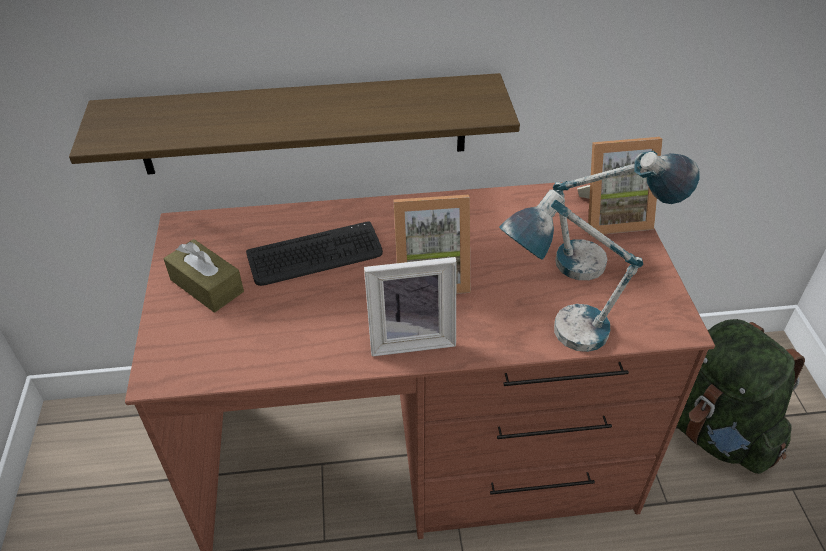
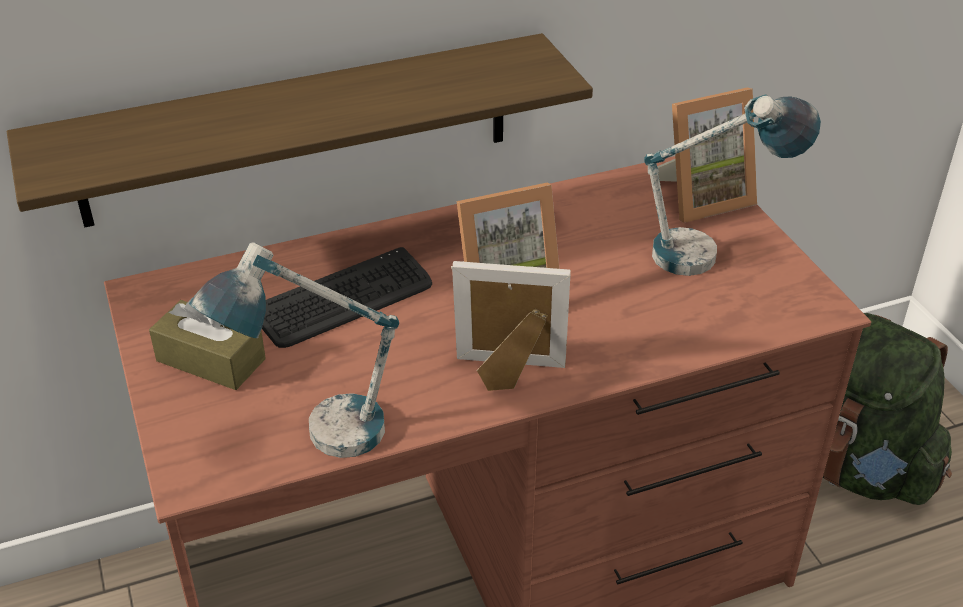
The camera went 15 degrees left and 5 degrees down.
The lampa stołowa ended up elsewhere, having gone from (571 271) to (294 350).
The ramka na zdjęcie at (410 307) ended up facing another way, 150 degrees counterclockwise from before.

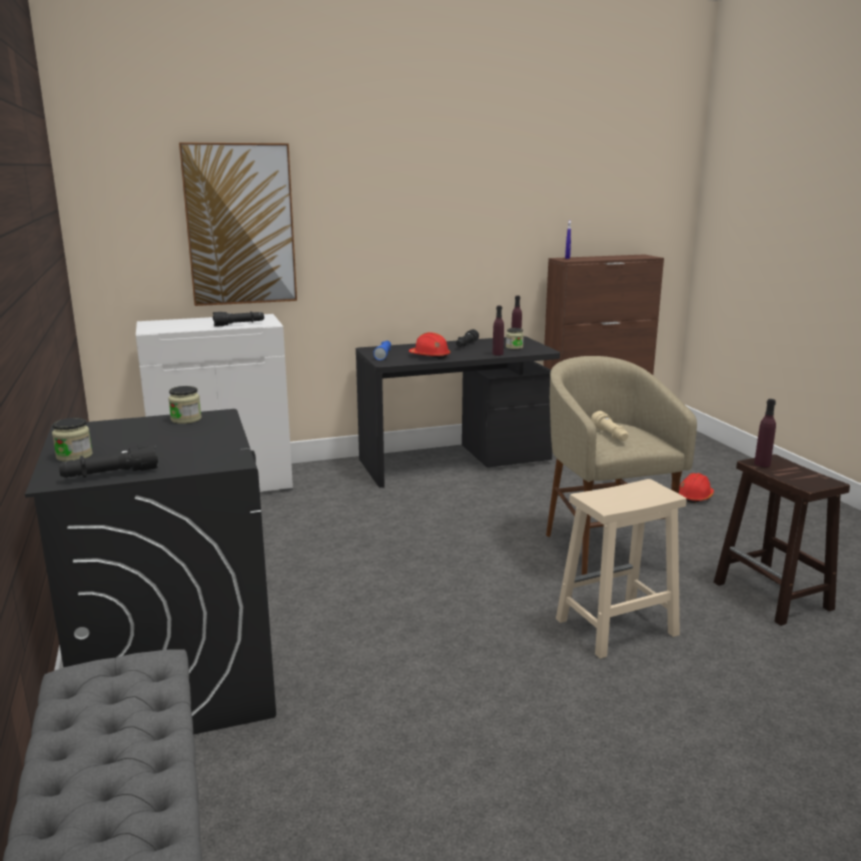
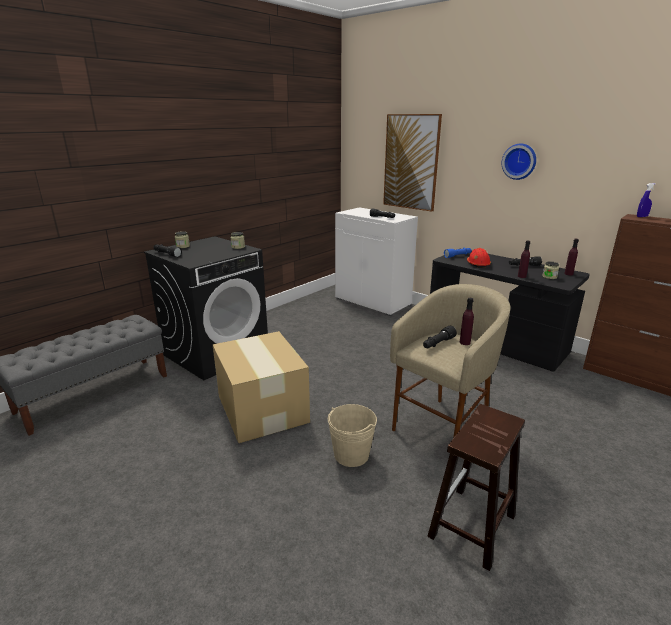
The camera went 60 degrees right and 5 degrees up.
The second view lost the kask/czerwony at (696 488).
The second view gained the karton at (261 387).
The second view gained the zegar ścienny at (519 161).
The butelka/fioletowy ended up elsewhere, having gone from (765 433) to (467 321).
Where the stołek/beżowy stood at (621 569), the wiadro/beżowy came to stand at (352 435).
What was the latarka/beżowy at (609 426) turned into the latarka/czarny at (440 337).

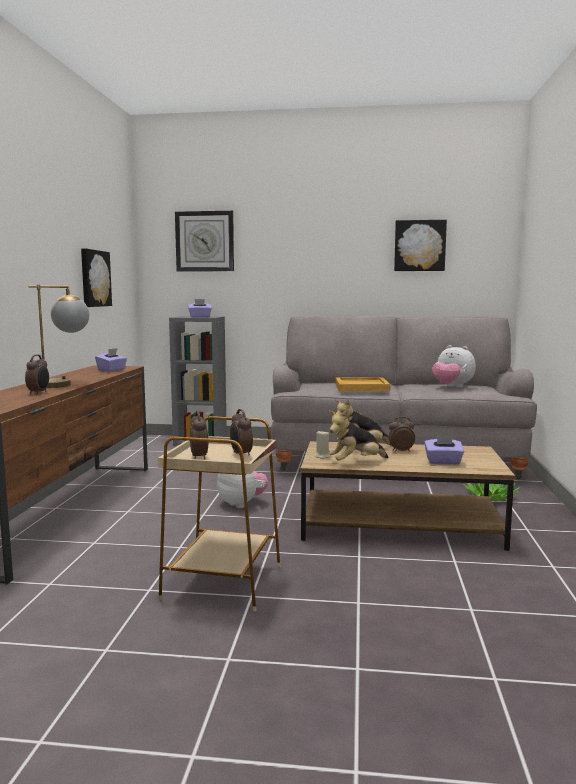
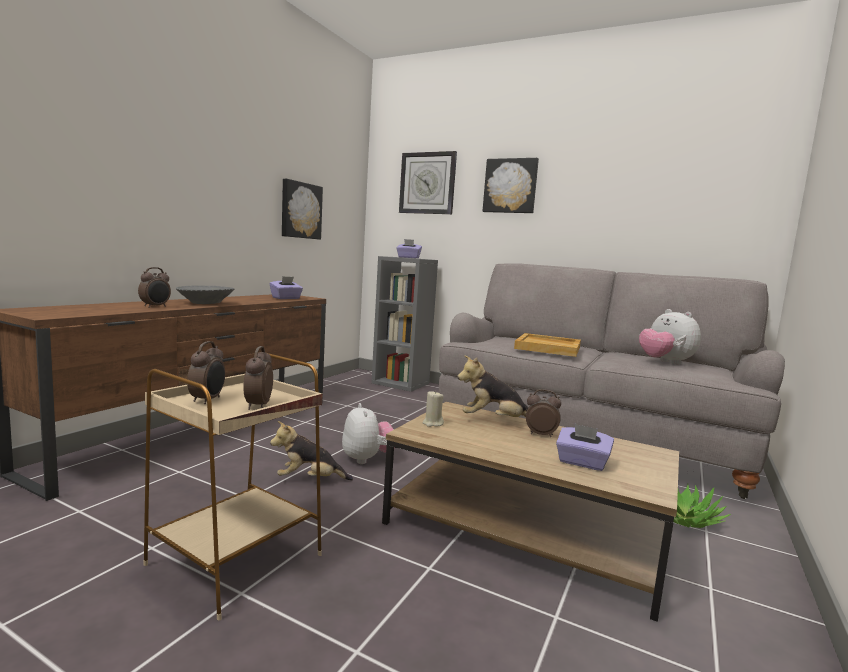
The camera went 20 degrees right and 0 degrees up.
The pluszak ended up elsewhere, having gone from (358 436) to (311 450).
The obraz ended up elsewhere, having gone from (420 245) to (511 185).
Where the lampa stołowa stood at (59 336), the miska/szary came to stand at (205 294).

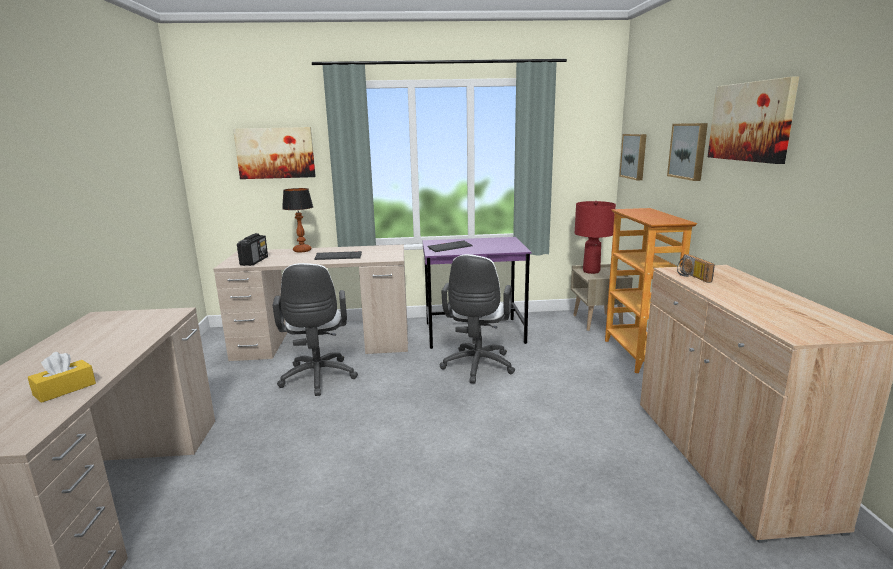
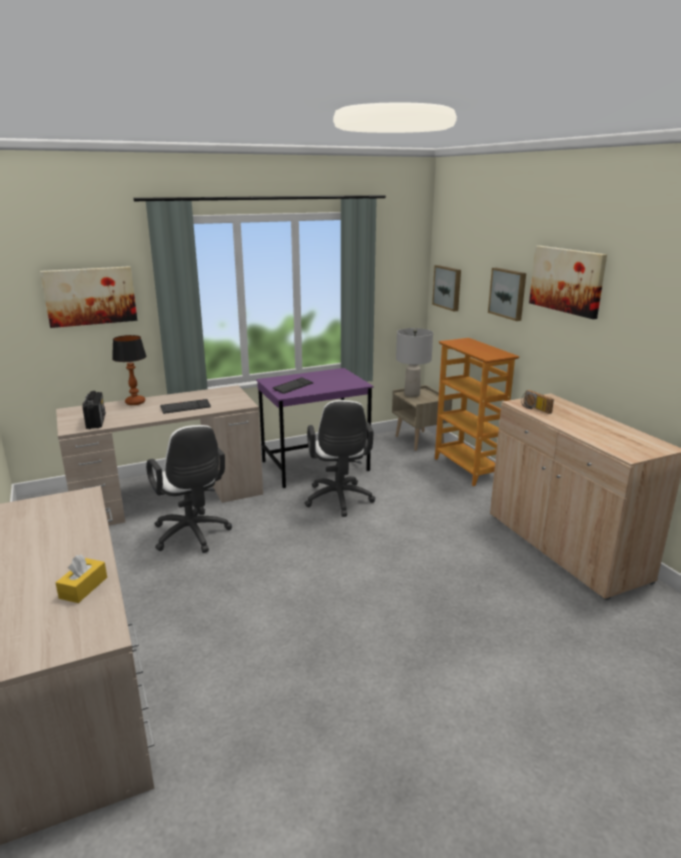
The camera went 20 degrees left and 5 degrees up.
What was the lampa stołowa/czerwony at (595 237) turned into the lampa stołowa/szary at (414 362).

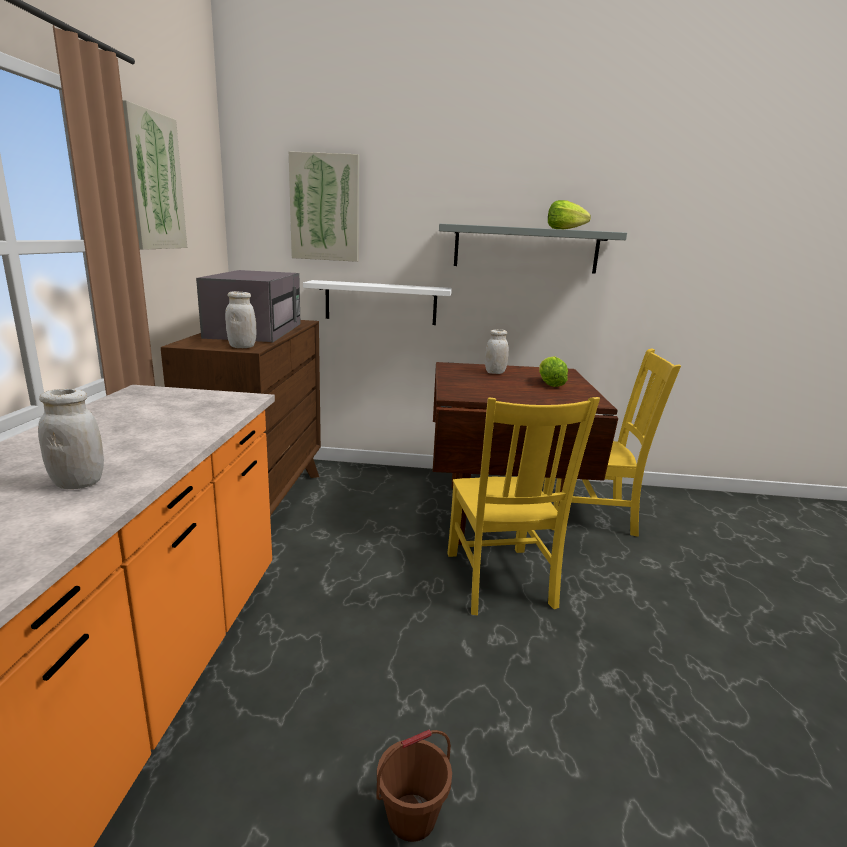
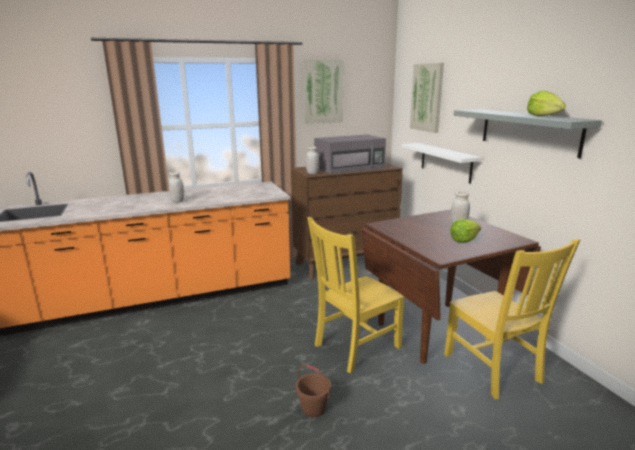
The camera went 65 degrees right and 0 degrees up.
The wiadro/brązowy ended up elsewhere, having gone from (414 786) to (313 391).

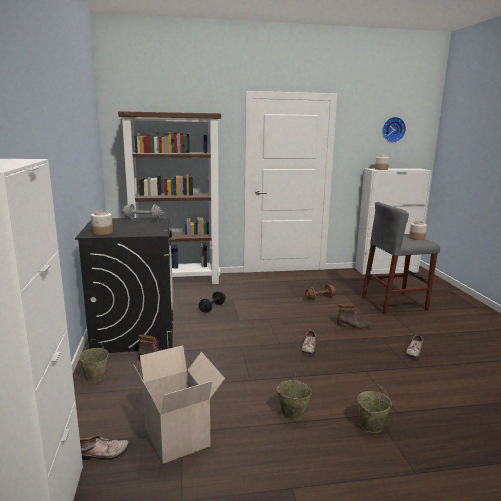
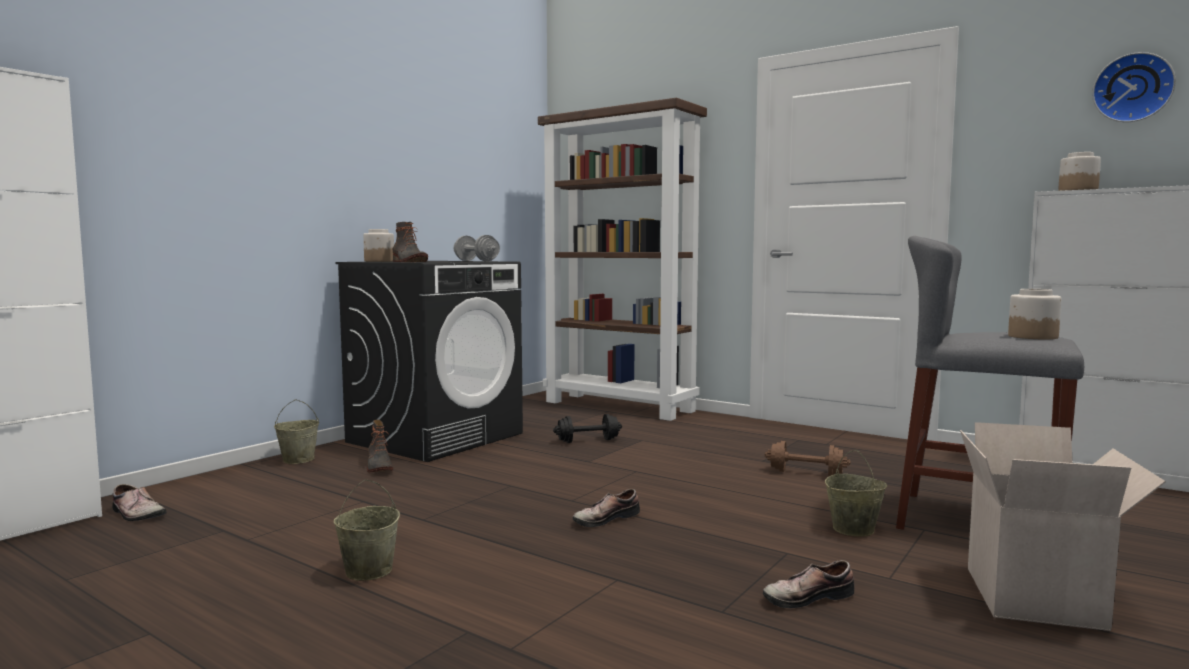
The camera went 45 degrees right and 10 degrees down.
The karton ended up elsewhere, having gone from (179 404) to (1063 526).
The but z cholewką ended up elsewhere, having gone from (354 316) to (410 242).
The wiadro/beżowy ended up elsewhere, having gone from (374 408) to (856 493).

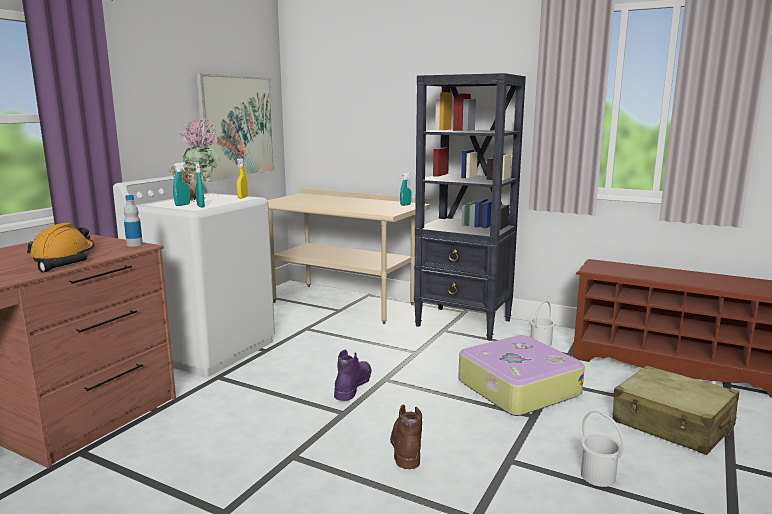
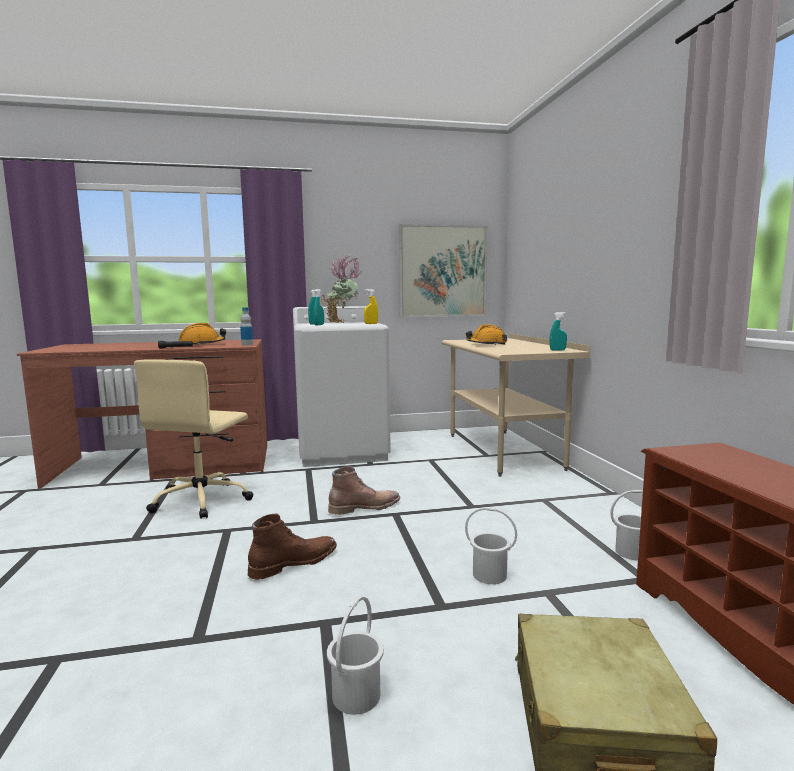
The camera went 50 degrees right and 5 degrees down.
The second view lost the regał/czarny at (470 207).
The second view gained the krzesło biurowe/beżowy at (193 439).
The second view gained the kask/pomarańczowy at (486 334).
Where the walizka stood at (521 375), the wiadro/biały came to stand at (491 545).
What was the but z cholewką/fioletowy at (353 375) turned into the but z cholewką/brązowy at (364 490).

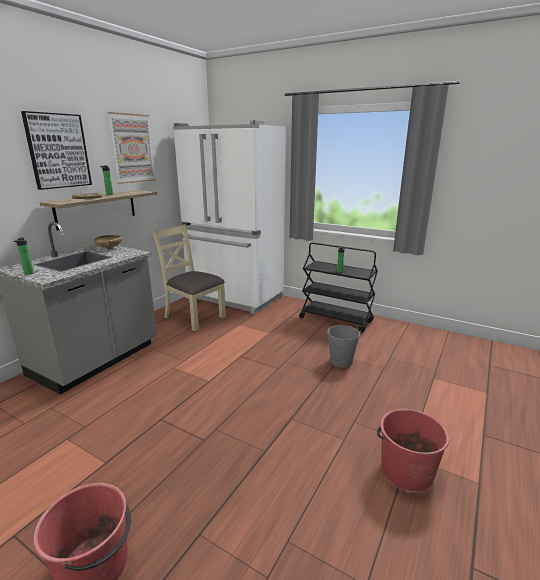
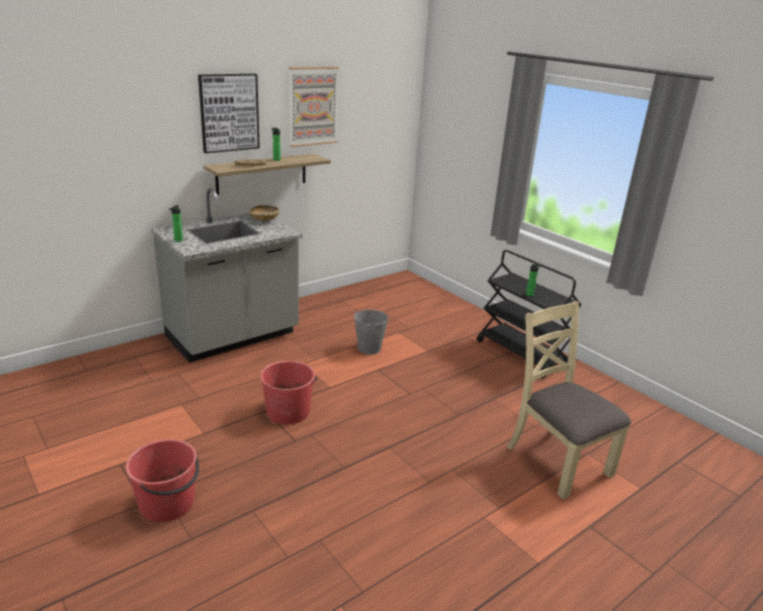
The camera went 20 degrees right and 5 degrees up.
The second view lost the lodówka/biały at (229 217).
The krzesło/beżowy ended up elsewhere, having gone from (189 277) to (569 400).
The wiadro/szary ended up elsewhere, having gone from (343 346) to (371 332).
The wiadro/czerwony ended up elsewhere, having gone from (413 450) to (289 392).

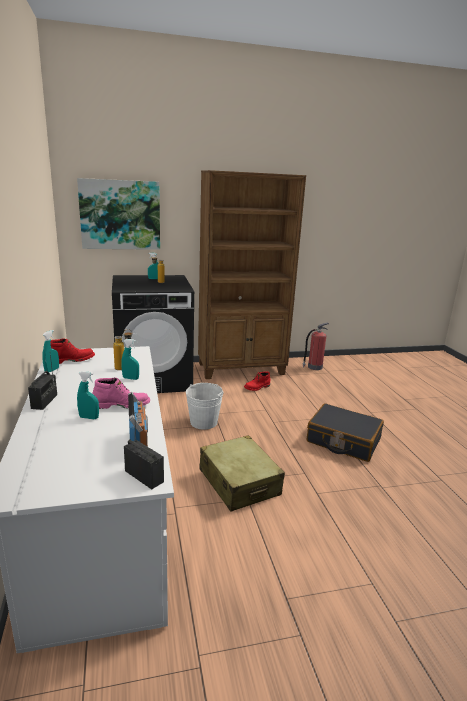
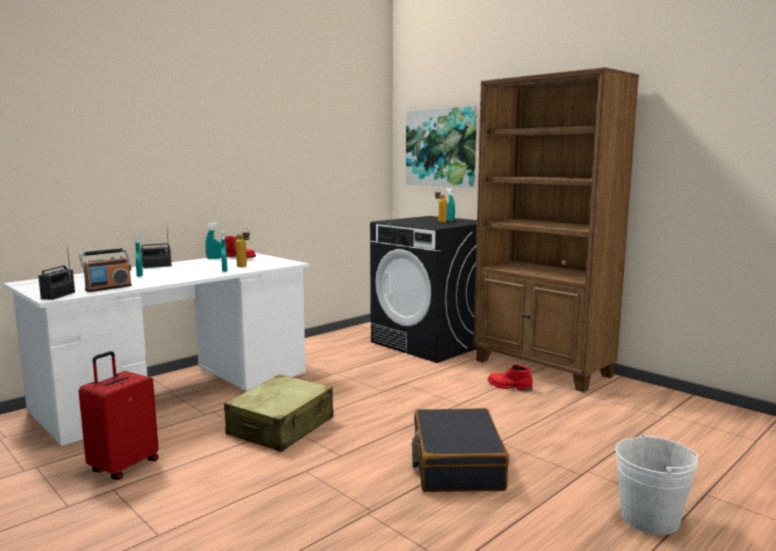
The camera went 60 degrees right and 10 degrees down.
The second view lost the but z cholewką/różowy at (121 393).
The second view lost the gaśnica at (316 346).
The second view gained the walizka/czerwony at (119 415).
The wiadro/biały ended up elsewhere, having gone from (204 406) to (656 484).

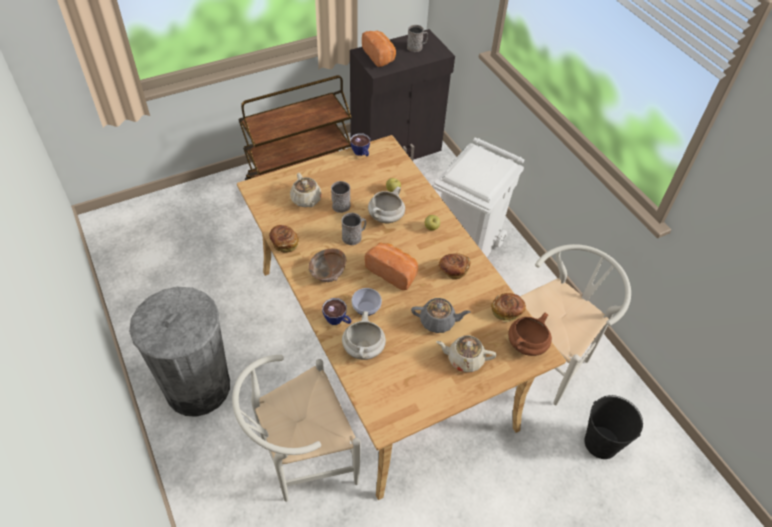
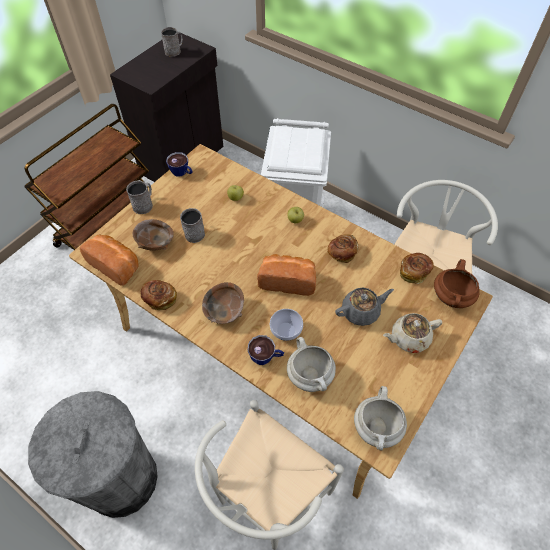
The camera went 25 degrees left and 5 degrees up.
The second view lost the wiadro/czarny at (613 427).
The kubek/szary ended up elsewhere, having gone from (354 229) to (139 197).
The chleb ended up elsewhere, having gone from (379 49) to (109 260).
The garnek/biały ended up elsewhere, having gone from (386 205) to (380 418).
Where the imbryk/beżowy stood at (306 190), the miska/brązowy came to stand at (153 235).

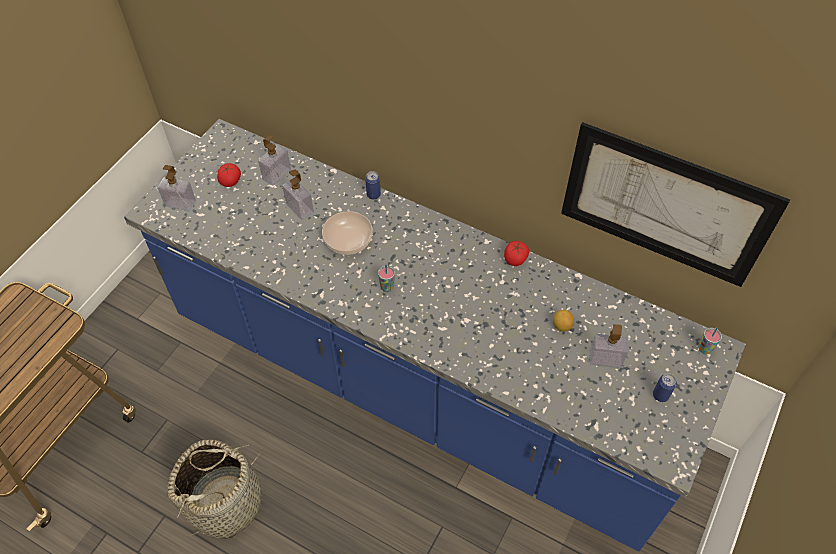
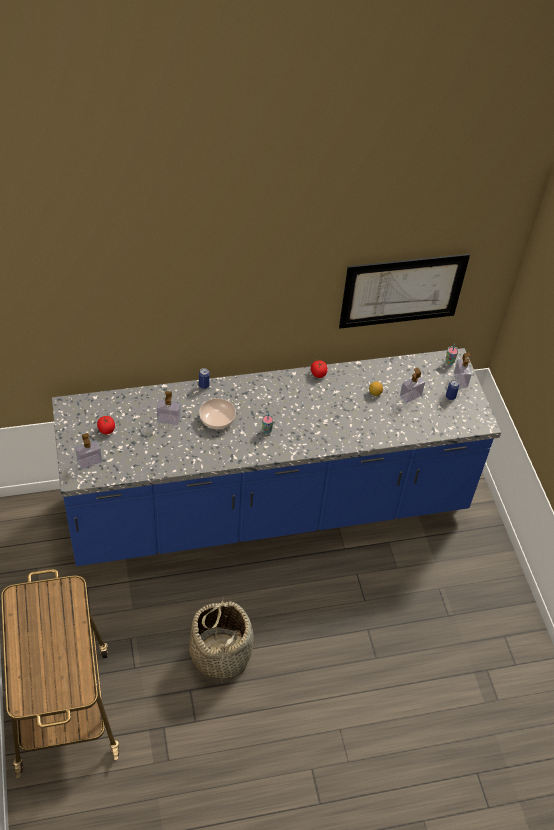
The camera went 45 degrees left and 5 degrees down.
The dozownik mydła ended up elsewhere, having gone from (274 160) to (463 370).

